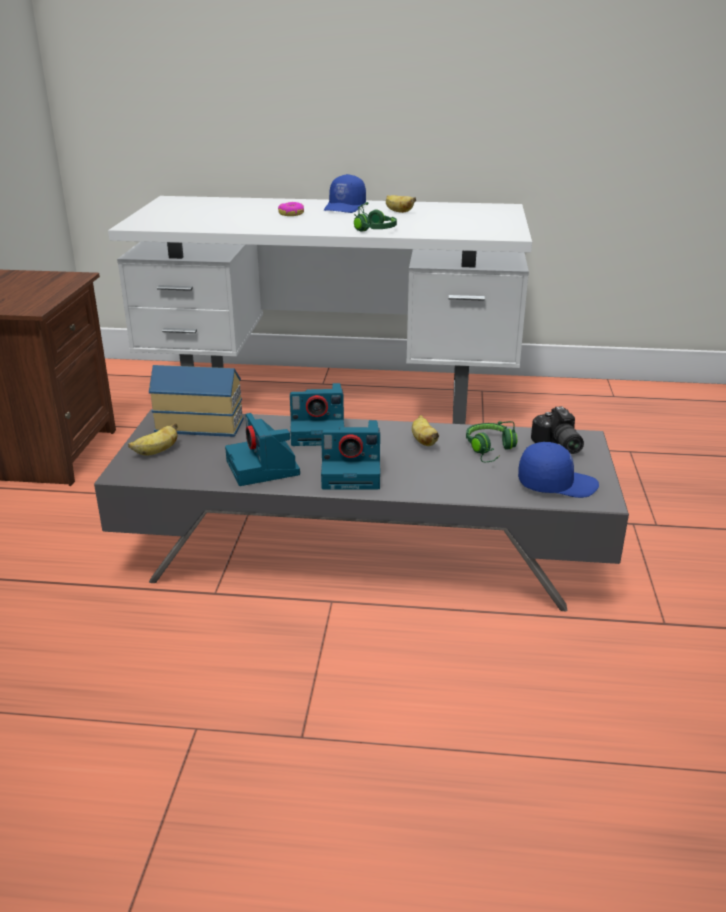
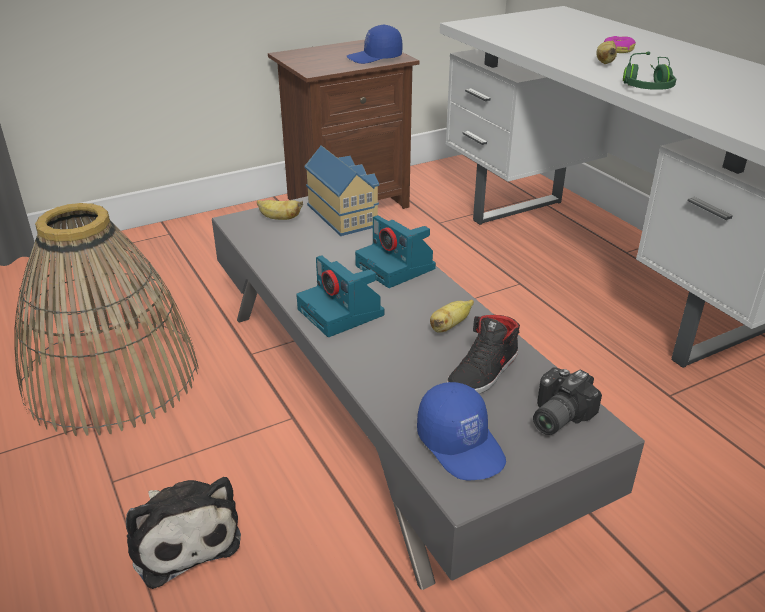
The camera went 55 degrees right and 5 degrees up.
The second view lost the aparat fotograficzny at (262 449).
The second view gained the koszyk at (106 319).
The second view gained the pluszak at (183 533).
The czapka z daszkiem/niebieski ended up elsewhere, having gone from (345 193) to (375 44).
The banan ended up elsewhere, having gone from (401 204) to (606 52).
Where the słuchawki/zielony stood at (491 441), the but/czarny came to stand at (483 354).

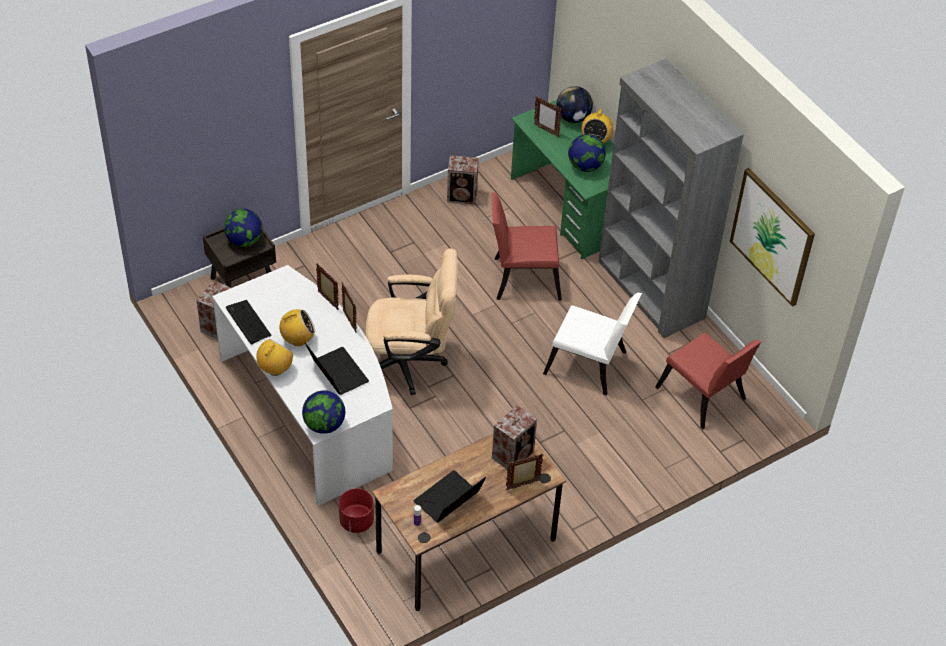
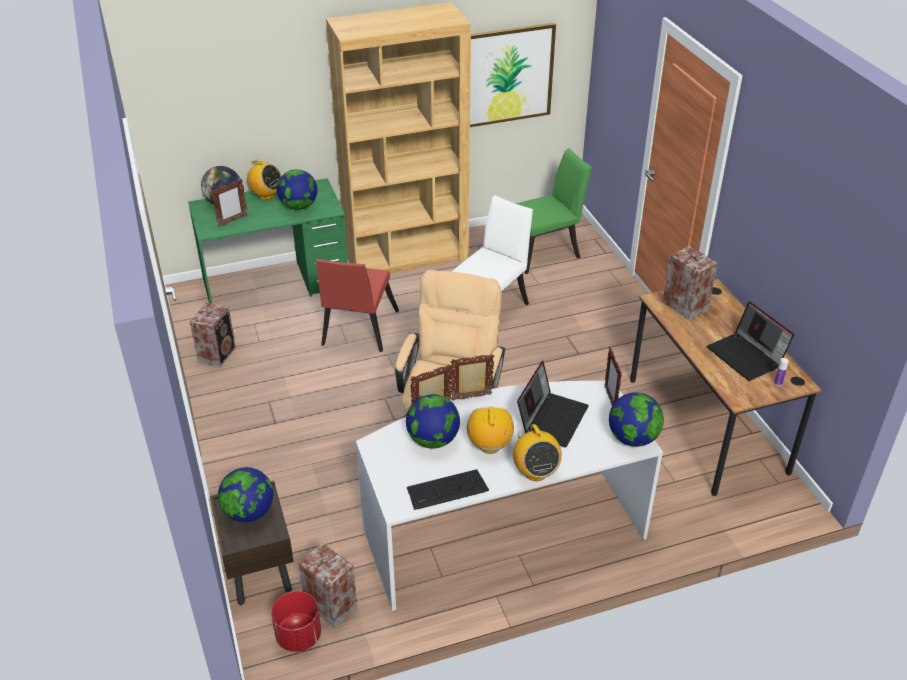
The camera went 75 degrees left and 10 degrees down.
The second view gained the globus at (433 421).
The donica/czerwony ended up elsewhere, having gone from (356 510) to (296 621).
The ramka na zdjęcie ended up elsewhere, having gone from (524 472) to (613 376).
What was the regał/szary at (671 198) turned into the regał/brązowy at (398 138).
What was the krzesło/czerwony at (708 381) turned into the krzesło/zielony at (554 211).
The radio at (274 357) ended up facing another way, 150 degrees counterclockwise from before.
The laptop at (337 368) ended up facing another way, 135 degrees clockwise from before.

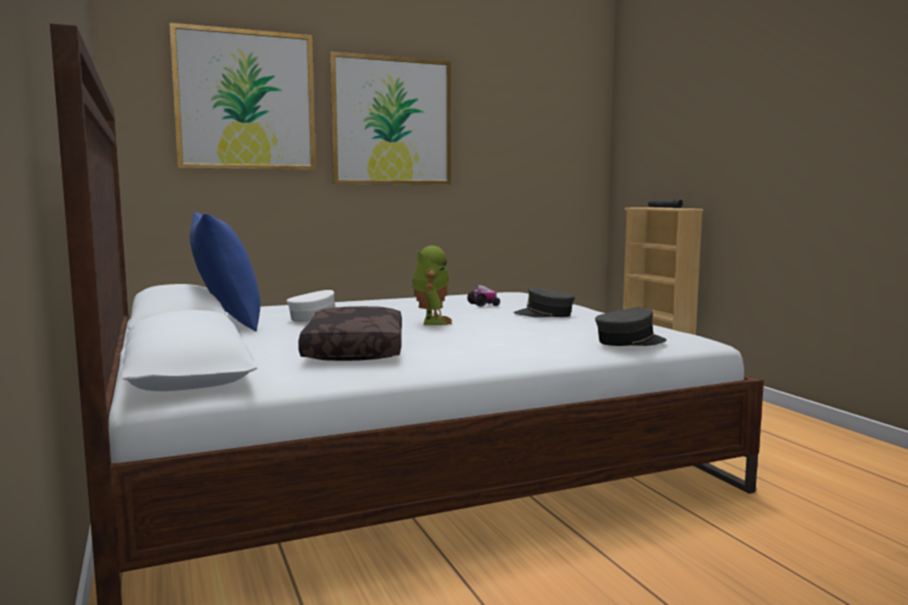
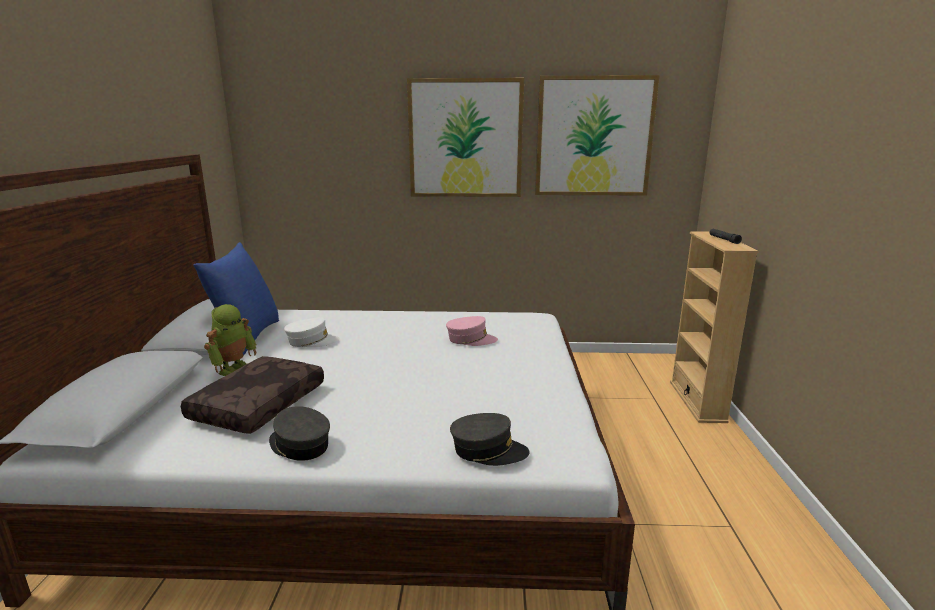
The camera went 25 degrees right and 10 degrees up.
The obraz ended up elsewhere, having gone from (242 96) to (597 135).
The robot zabawkowy ended up elsewhere, having gone from (431 285) to (230 340).
The czapka z daszkiem/szary ended up elsewhere, having gone from (544 302) to (299 433).
Where the samochodzik stood at (483 296), the czapka z daszkiem/różowy came to stand at (472 331).

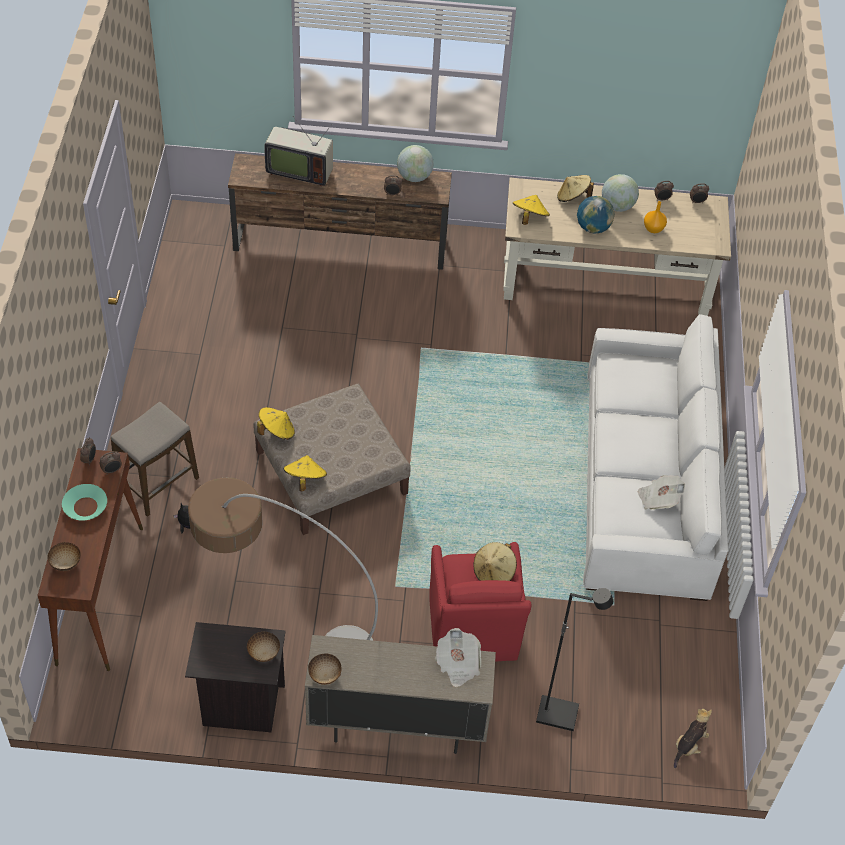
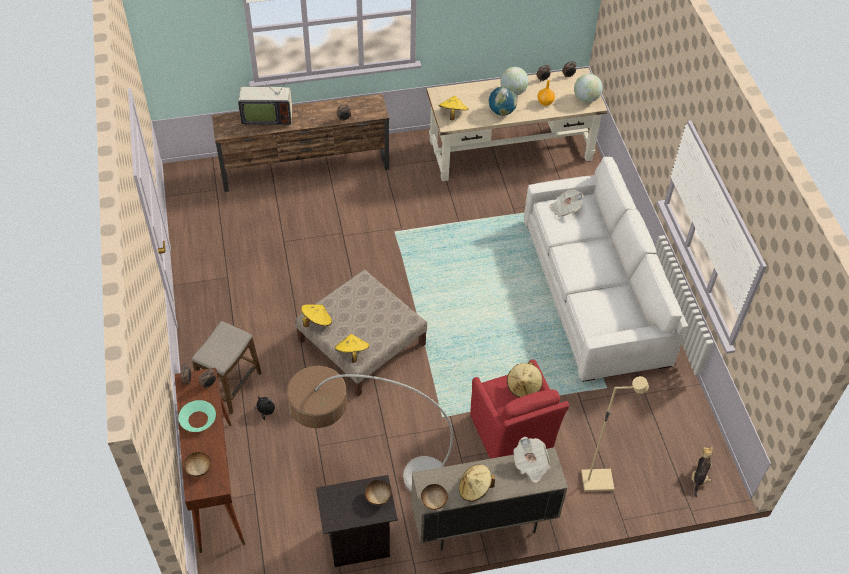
The camera went 15 degrees left and 0 degrees up.
The globus ended up elsewhere, having gone from (415 163) to (588 88).
The kapelusz/beżowy ended up elsewhere, having gone from (575 188) to (477 483).
The gazeta ended up elsewhere, having gone from (661 492) to (566 203).
What was the lampa stojąca/czarny at (574 659) turned into the lampa stojąca/beżowy at (615 434).

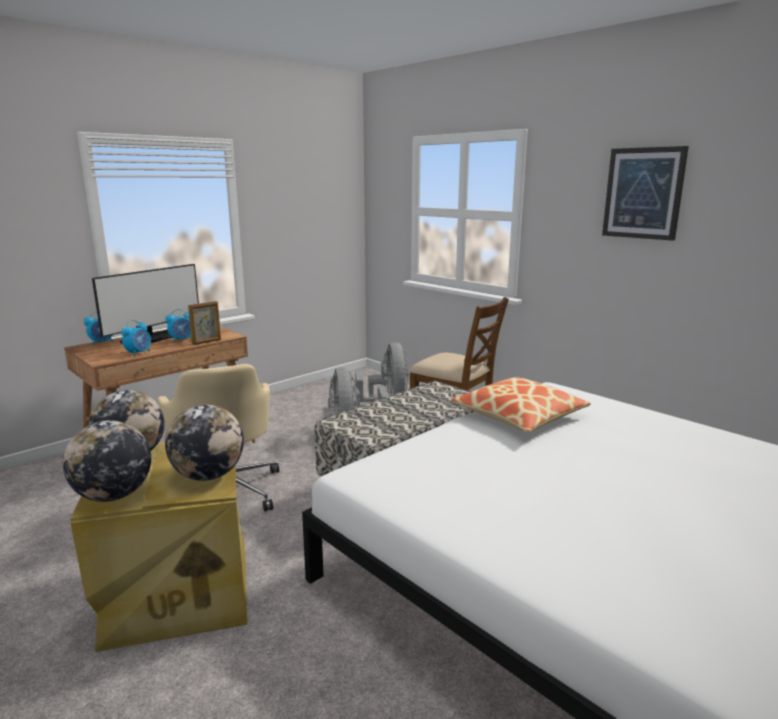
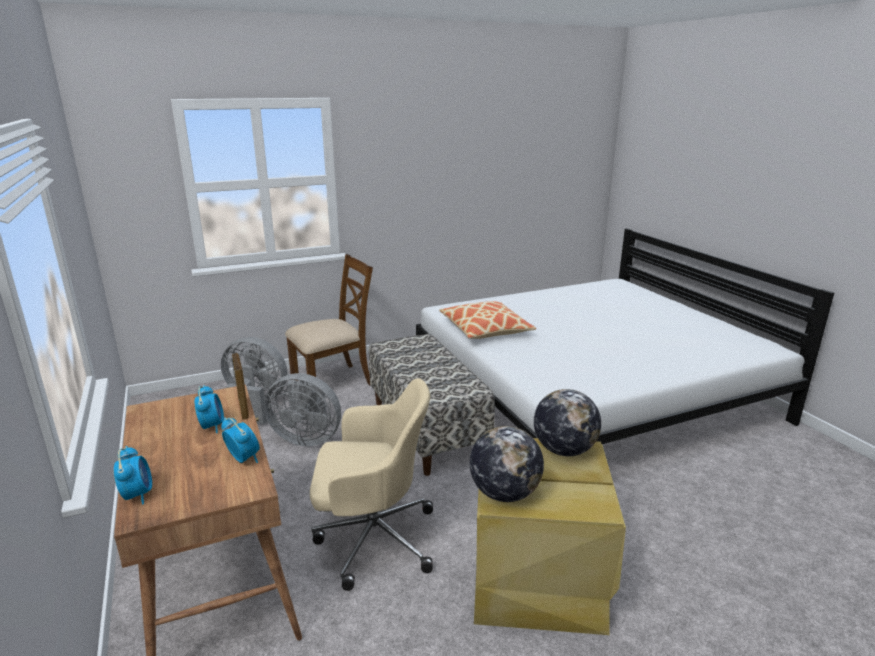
The camera went 70 degrees left and 5 degrees up.
The second view lost the globus at (107 461).
The second view lost the monitor at (145 303).
The second view lost the obraz at (645 193).

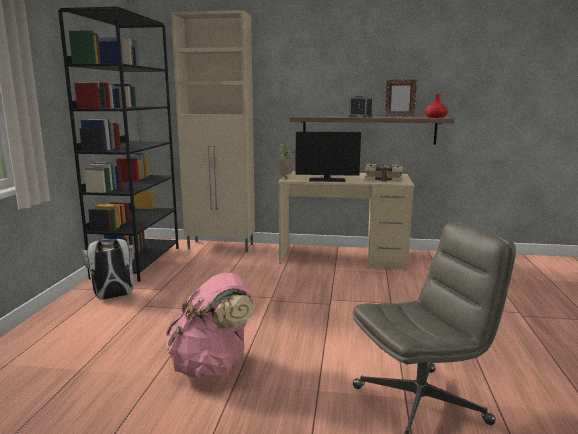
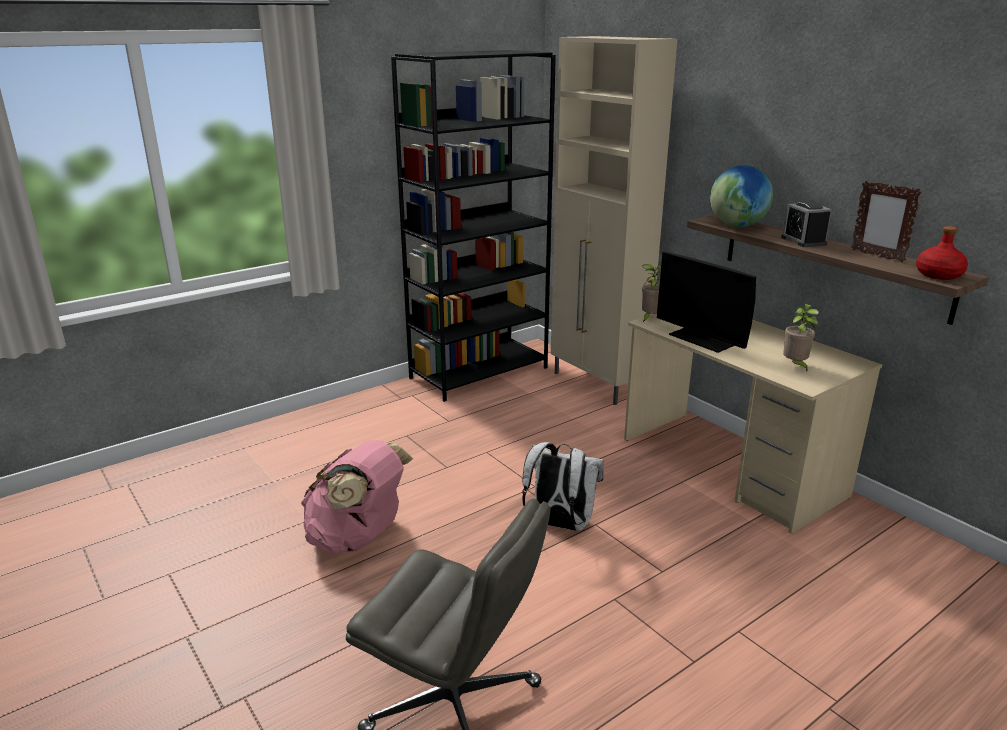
The camera went 45 degrees right and 10 degrees up.
The second view gained the globus at (741 196).
The plecak/biały ended up elsewhere, having gone from (108 269) to (563 486).
Where the książka stood at (384 173), the roślina doniczkowa came to stand at (801 337).

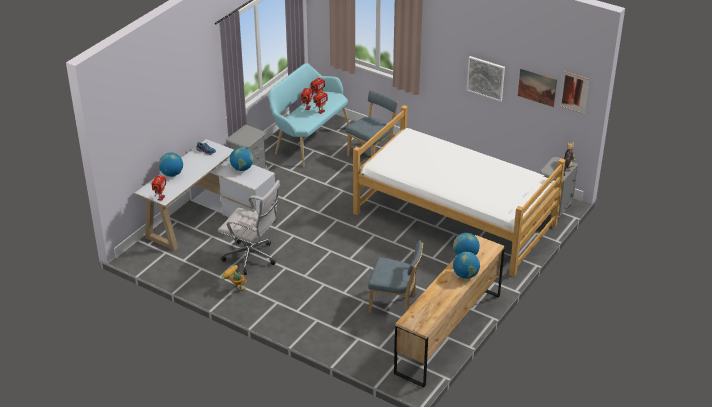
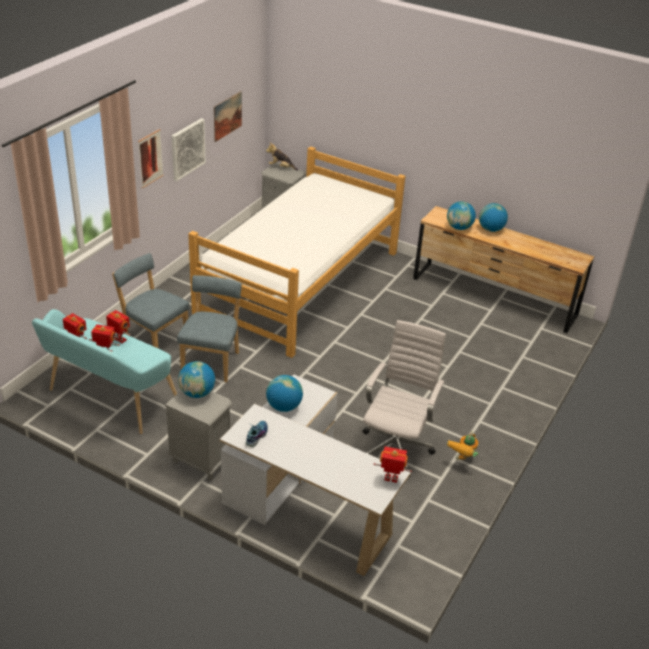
The camera went 95 degrees left and 0 degrees up.
The globus ended up elsewhere, having gone from (171 165) to (196 379).
The krzesło/niebieski ended up elsewhere, having gone from (396 276) to (209 328).
The obraz ended up elsewhere, having gone from (574 93) to (150 158).

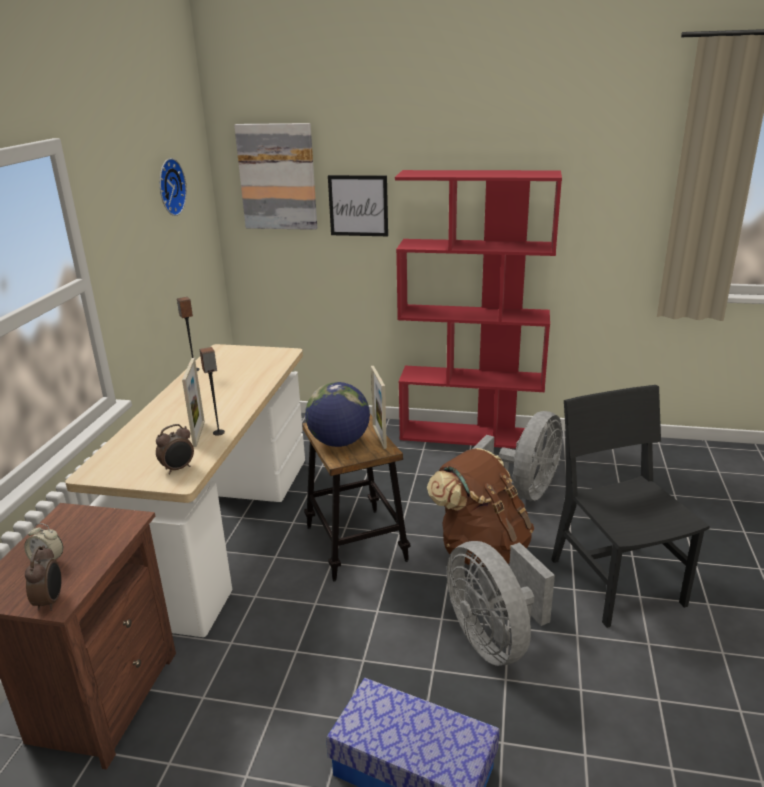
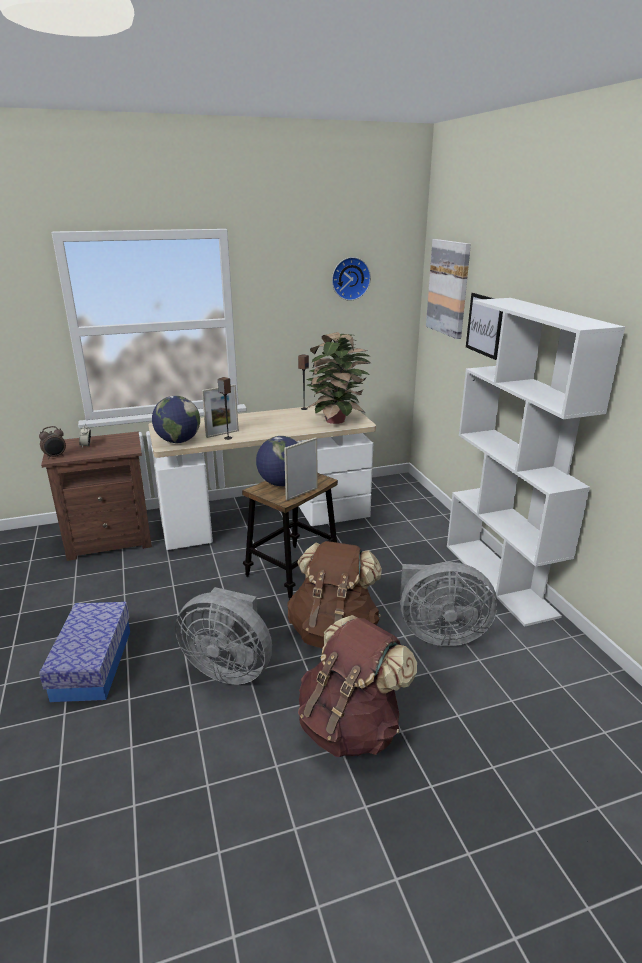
The camera went 60 degrees right and 0 degrees up.
The second view gained the roślina doniczkowa at (338 378).
Where the budzik stood at (175 449), the globus came to stand at (176 419).
Where the krzesło/czarny stood at (630 506), the plecak/brązowy came to stand at (357 686).
What was the regał/czerwony at (478 309) turned into the regał/biały at (536 462).
The wentylator/szary at (501 603) ended up facing another way, 105 degrees counterclockwise from before.

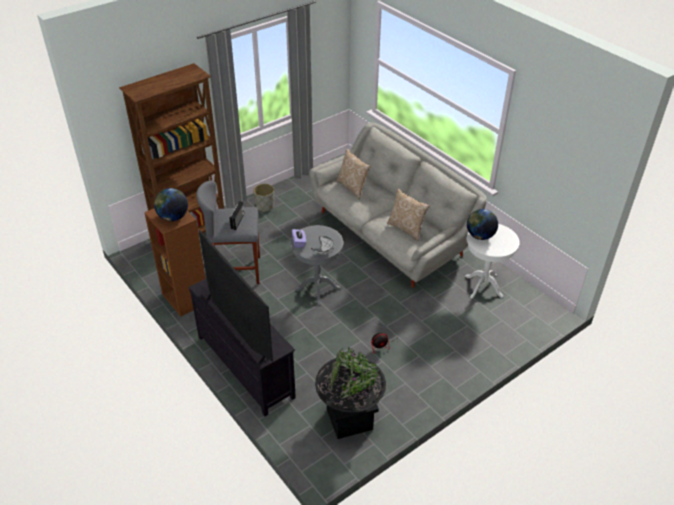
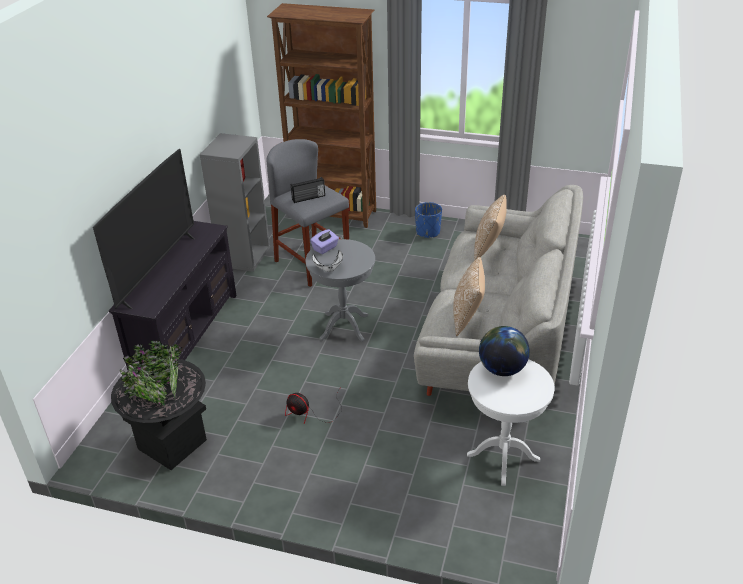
The camera went 55 degrees right and 5 degrees down.
The second view lost the globus at (171 204).
What was the regał/brązowy at (175 262) turned into the regał/szary at (235 202).
What was the donica/szary at (263 198) turned into the donica/niebieski at (428 220).

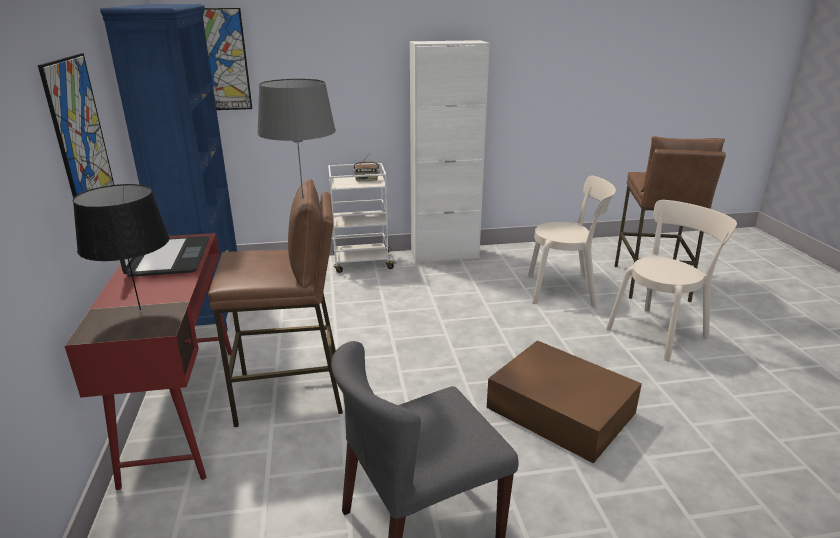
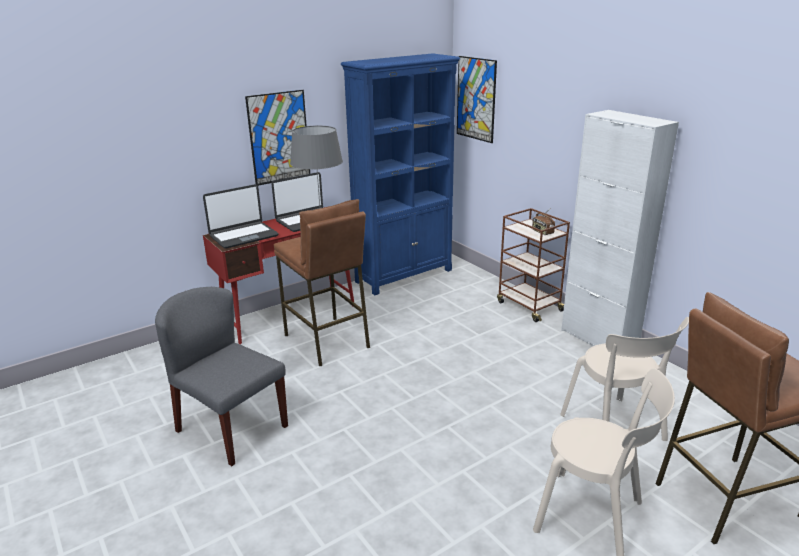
The camera went 65 degrees right and 0 degrees up.
The second view lost the pojemnik do przechowywania/brązowy at (564 402).
Where the lampa stołowa/czarny stood at (121 247), the laptop came to stand at (241 216).
What was the wózek/biały at (362 218) turned into the wózek/brązowy at (533 265).

